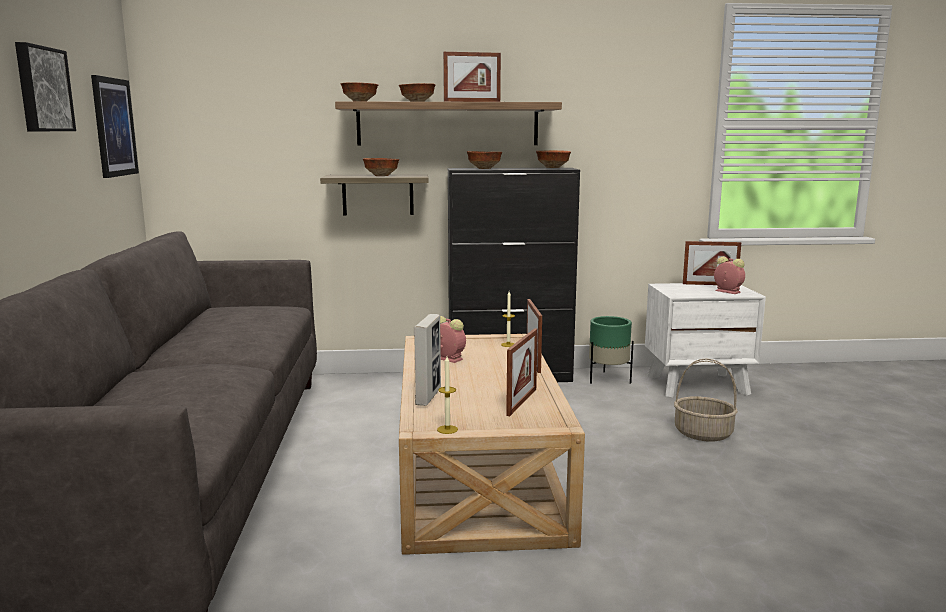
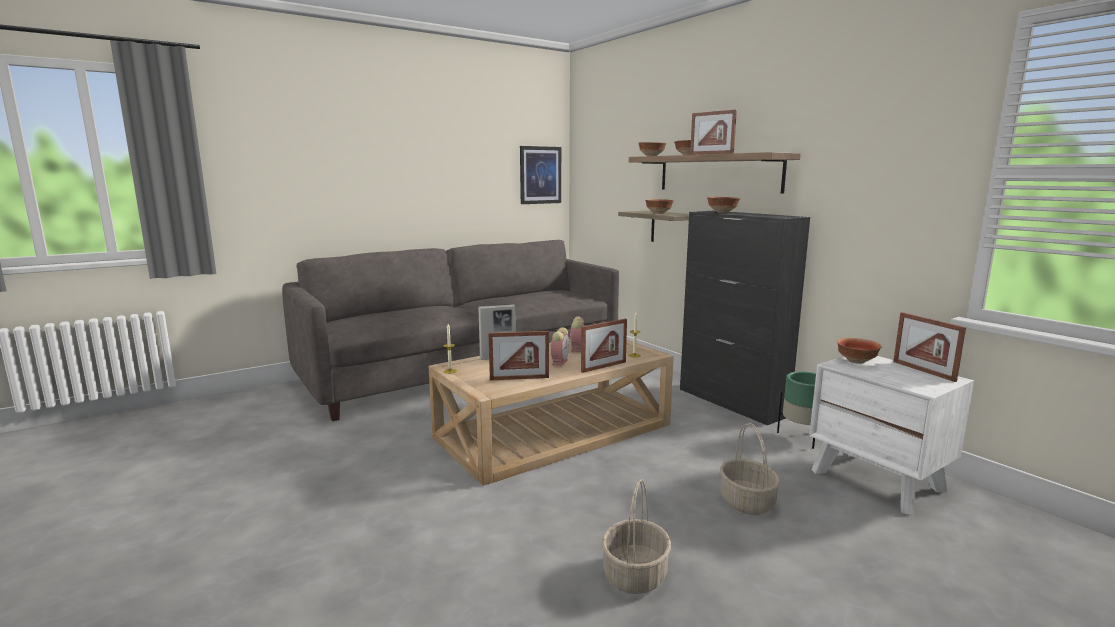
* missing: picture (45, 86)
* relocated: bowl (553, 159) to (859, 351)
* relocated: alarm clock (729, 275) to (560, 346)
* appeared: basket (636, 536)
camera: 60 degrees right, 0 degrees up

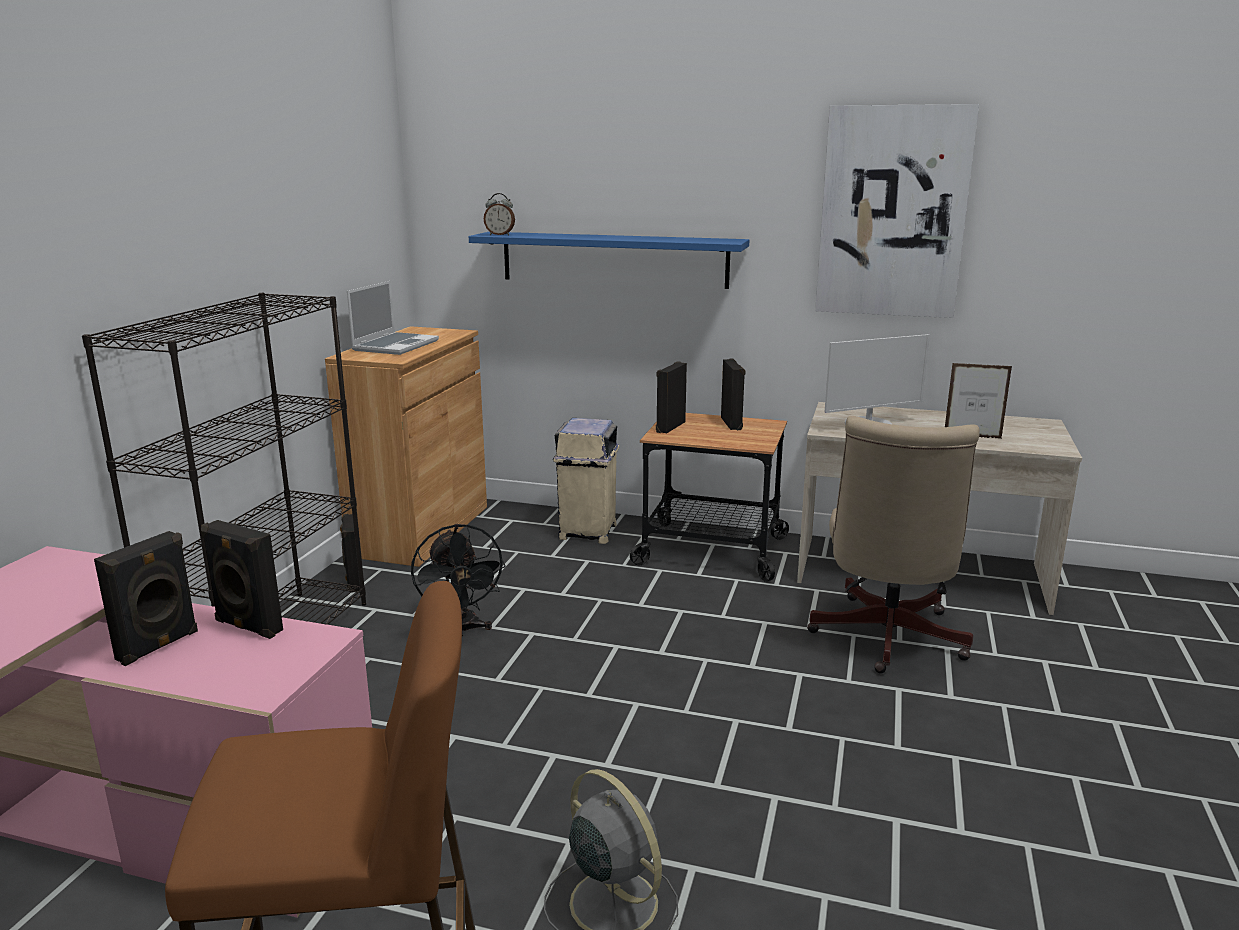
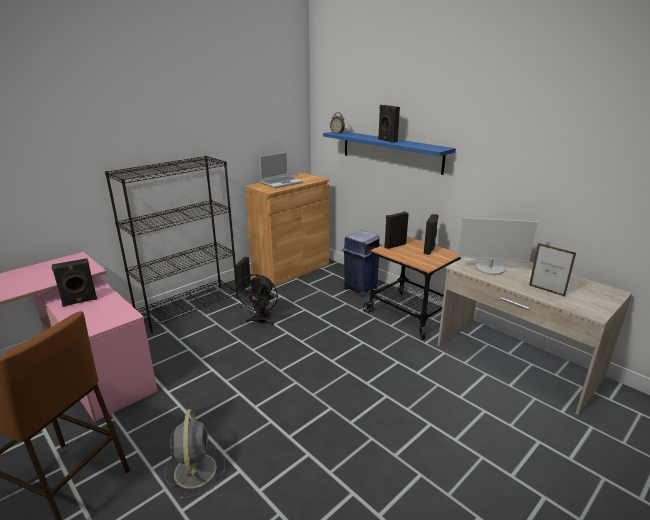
* relocated: speaker (black) (242, 579) to (389, 124)
* colour: trash can (beige) (586, 481) to trash can (blue) (361, 263)
* missing: office chair (beige) (893, 545)
* missing: picture (897, 211)
camera: 30 degrees right, 5 degrees up

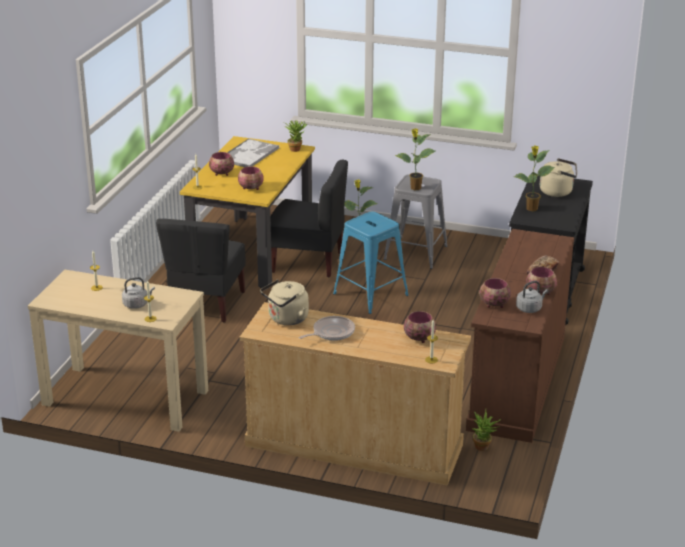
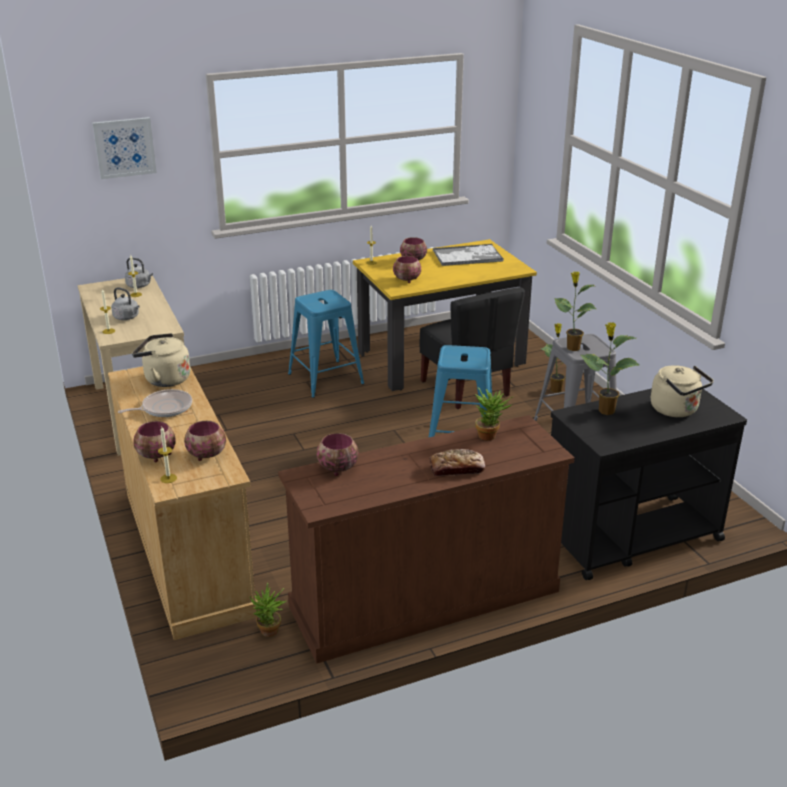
* exchanged: chair (black) (200, 270) to stool (blue) (326, 344)
* relocated: potted plant (295, 136) to (493, 414)
* spun: frying pan (326, 328) = (155, 403) 45 degrees counterclockwise
* relocated: kettle (grey) (532, 297) to (139, 273)
* relocated: bowl (541, 281) to (154, 441)
* appeared: picture (124, 148)
camera: 50 degrees right, 0 degrees up

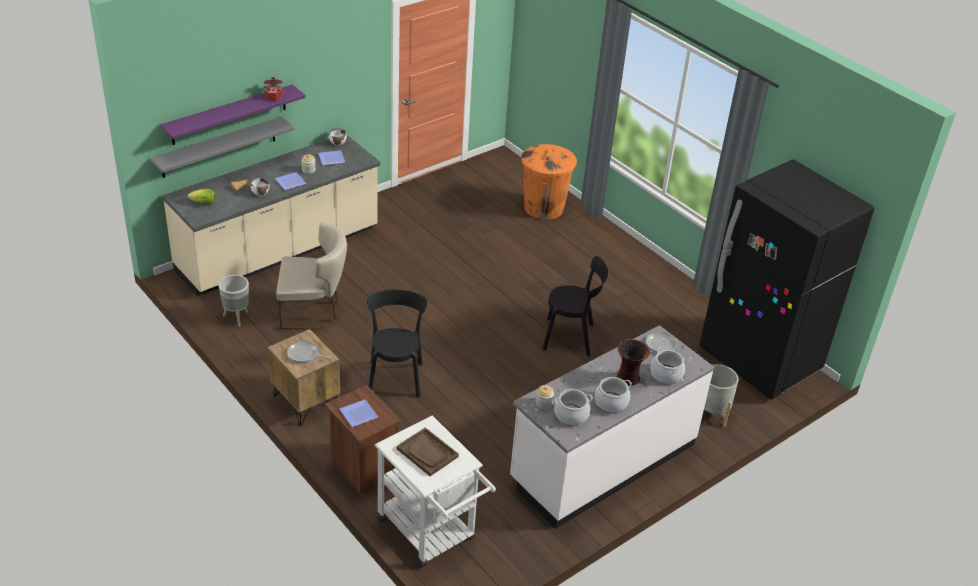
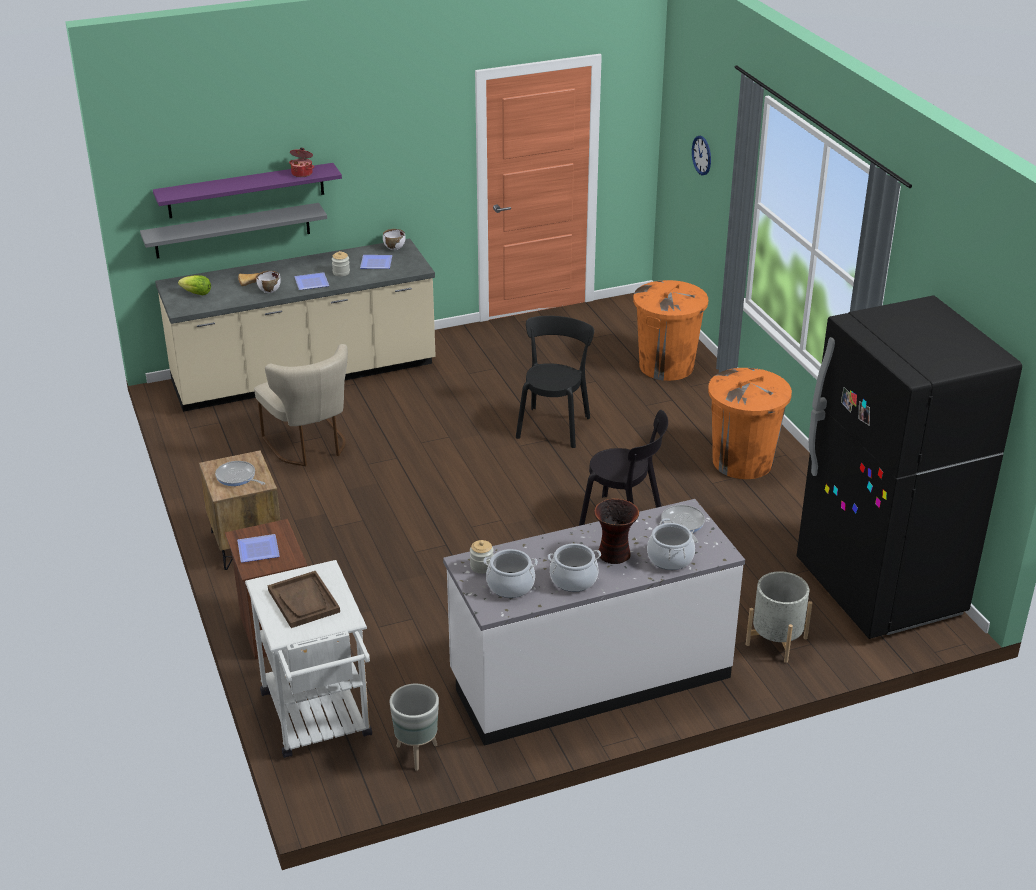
* relocated: planter (grey) (233, 301) to (414, 727)
* spun: chair (beige) (311, 276) = (301, 405) 45 degrees clockwise
* relocated: chair (black) (397, 343) to (555, 382)
* appeared: wall clock (701, 155)
* appeared: trash can (orange) (750, 423)
camera: 20 degrees right, 5 degrees down

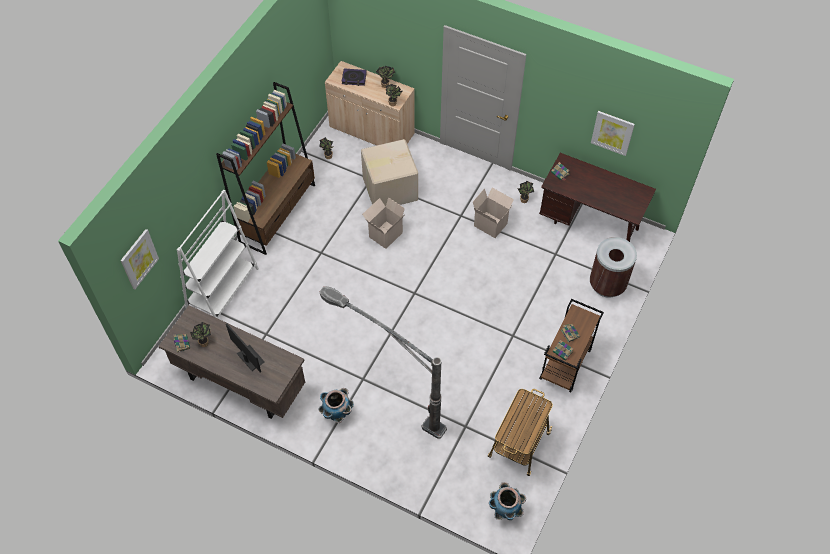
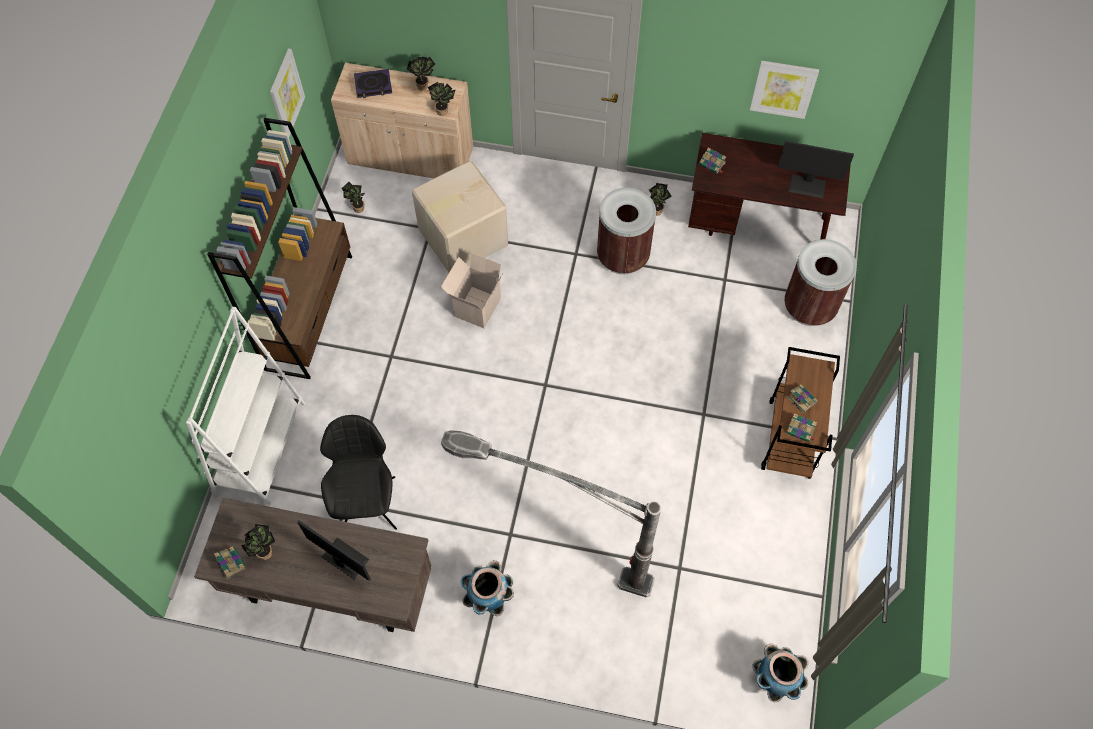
* relocated: picture (140, 259) to (287, 93)
* exchanged: cardboard box (493, 213) to trash can (brown) (626, 231)
* missing: cart (520, 432)
* appeared: chair (black) (358, 472)
* appeared: monitor (816, 169)
camera: 15 degrees left, 5 degrees up

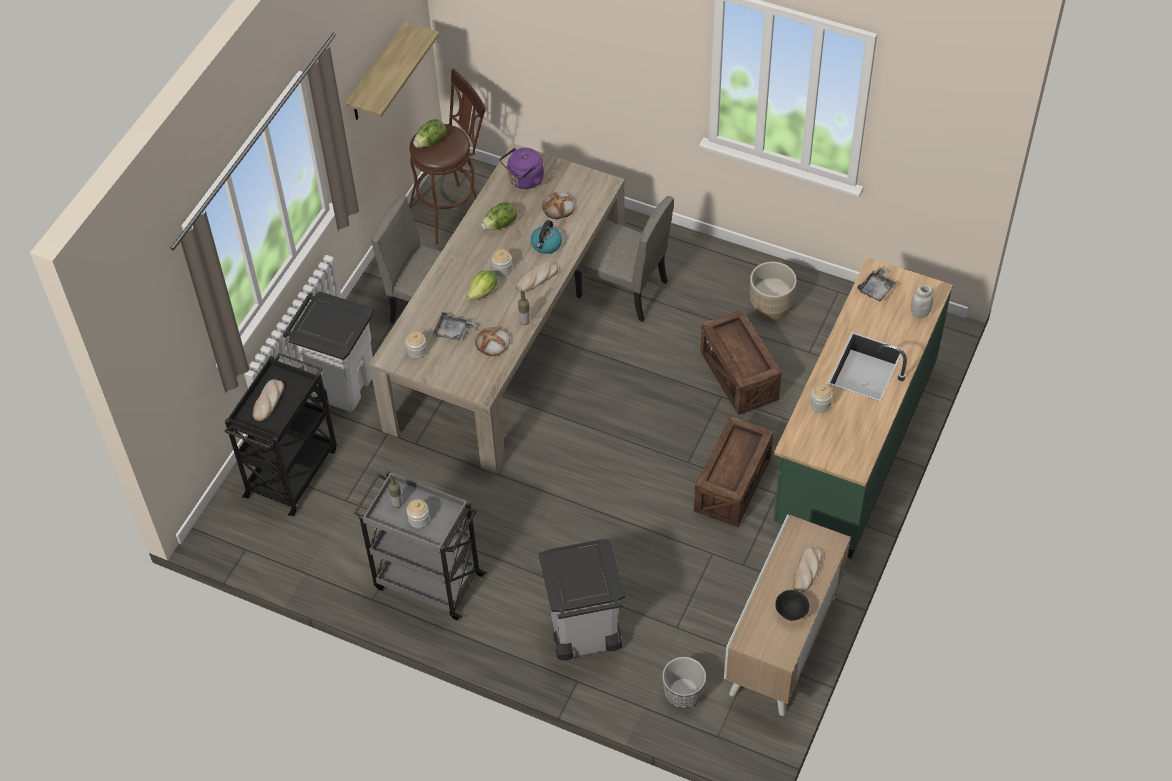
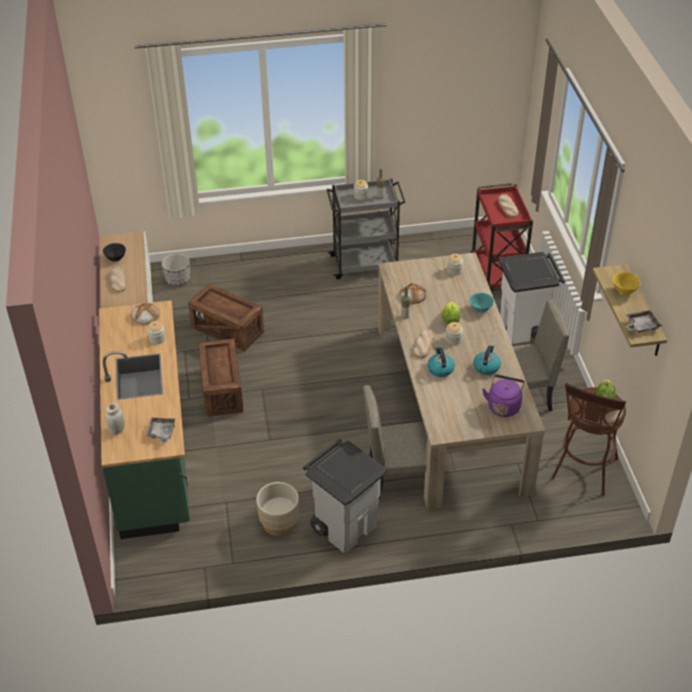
* colour: cart (black) (281, 434) to cart (red) (501, 237)
* relocated: tray (grey) (454, 326) to (644, 321)
* exchanged: lettuce (499, 216) to kettle (487, 360)
* relocated: trash can (grey) (582, 599) to (345, 496)
* relocated: bread (558, 205) to (145, 314)
* relocated: crate (741, 362) to (226, 317)
* appeared: bowl (turquoise) (481, 303)
* appeared: bowl (yellow) (626, 283)
camera: 145 degrees right, 10 degrees down

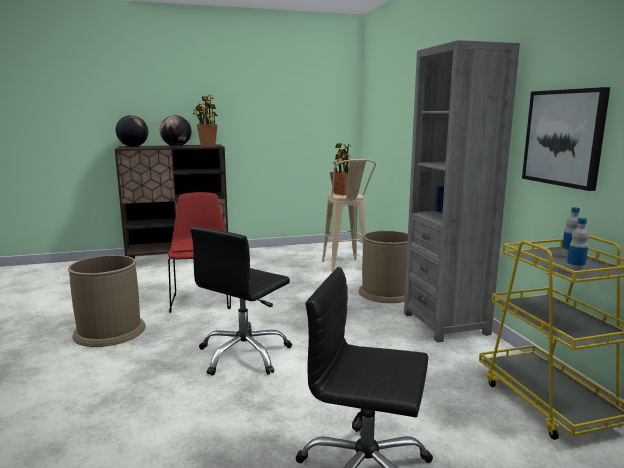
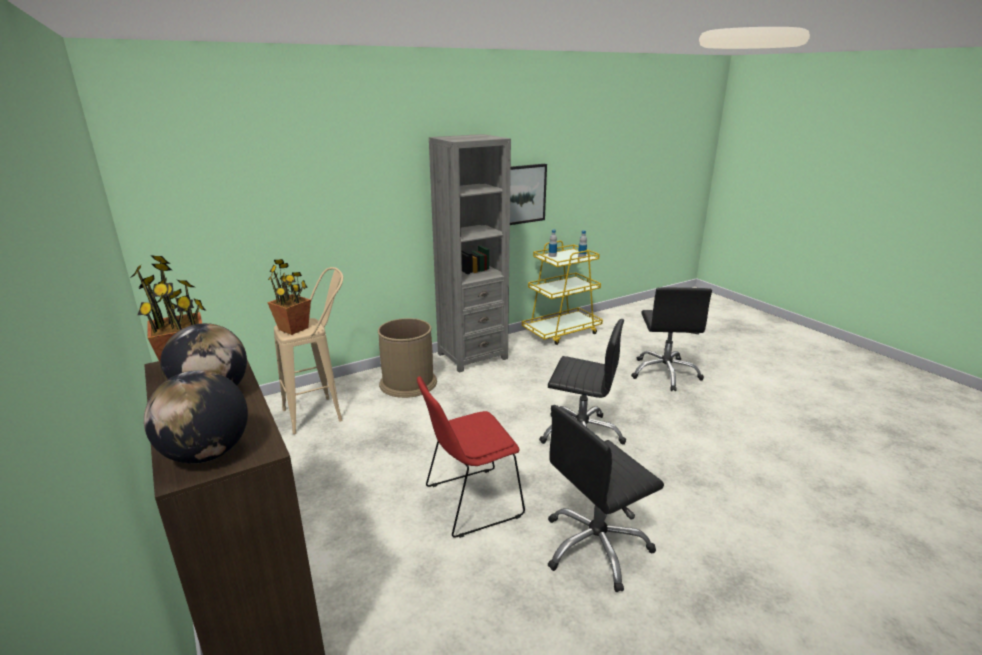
* exchanged: trash can (brown) (107, 301) to office chair (black) (605, 498)
camera: 105 degrees left, 10 degrees up

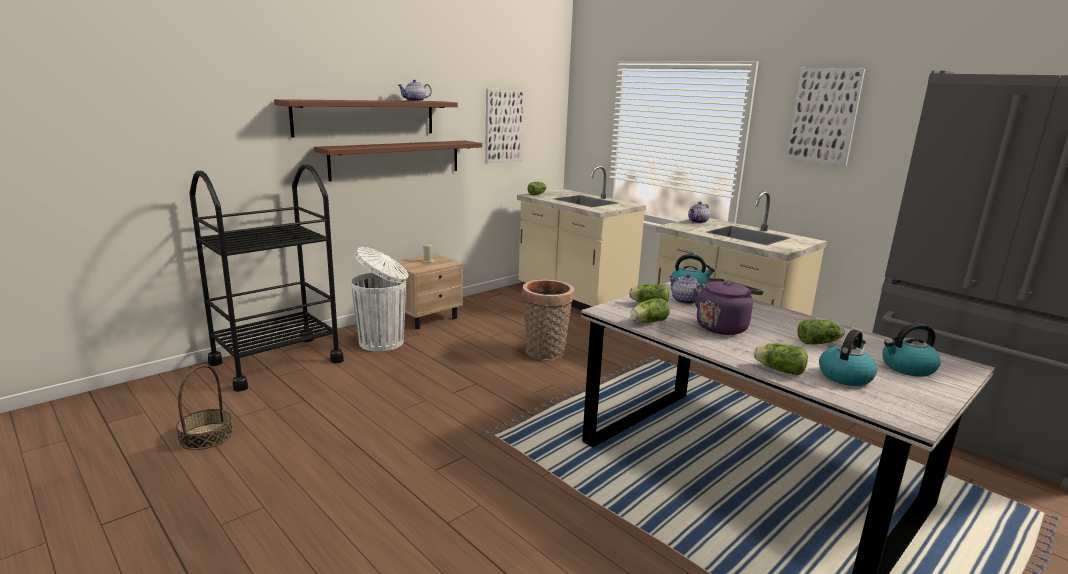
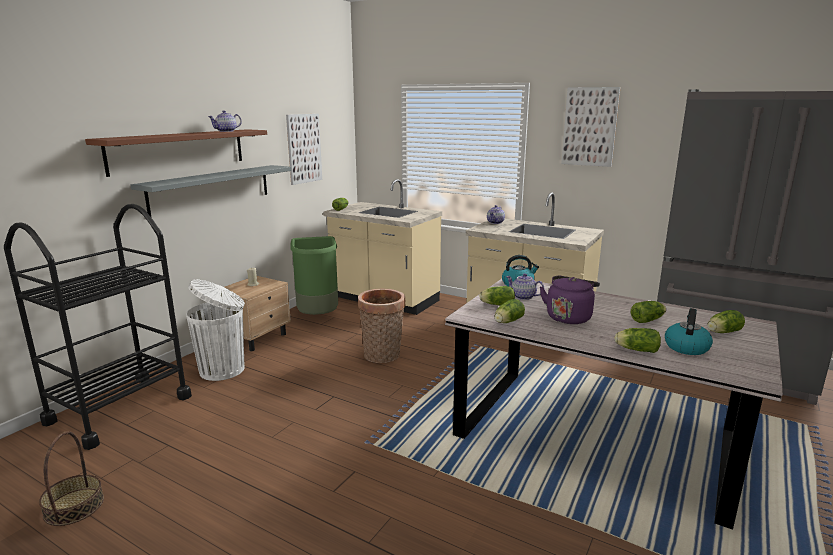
* colour: shelf (brown) (398, 161) to shelf (grey) (211, 191)
* exchanged: kettle (911, 350) to lettuce (726, 321)
* appeared: trash can (green) (314, 275)
camera: 15 degrees left, 0 degrees up

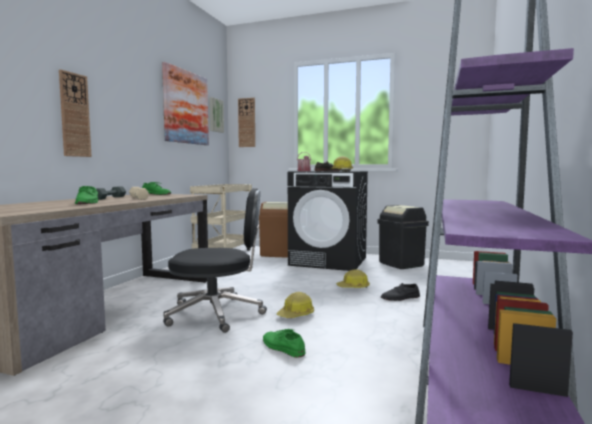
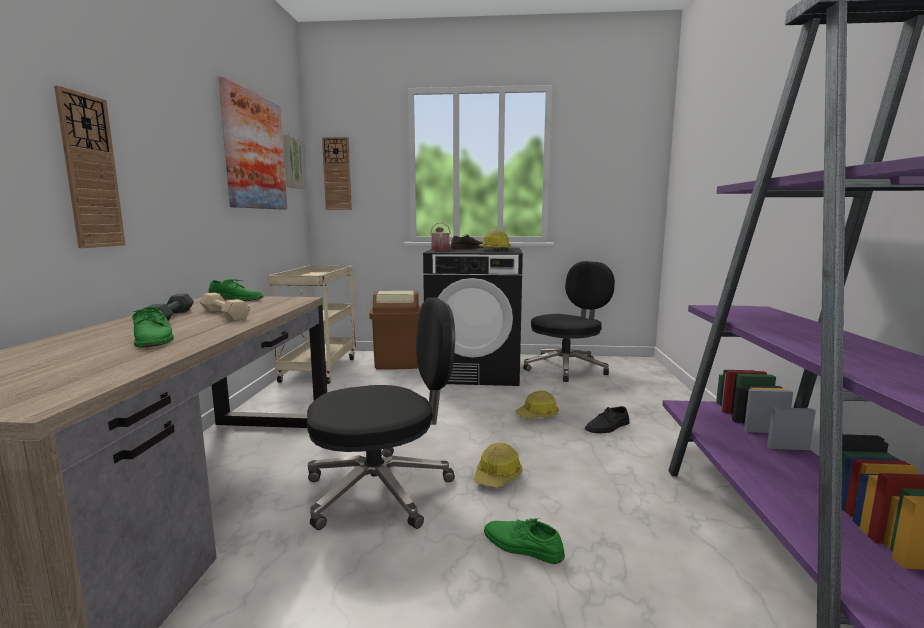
* exchanged: trash can (black) (403, 237) to office chair (black) (569, 321)
camera: 15 degrees left, 5 degrees up

